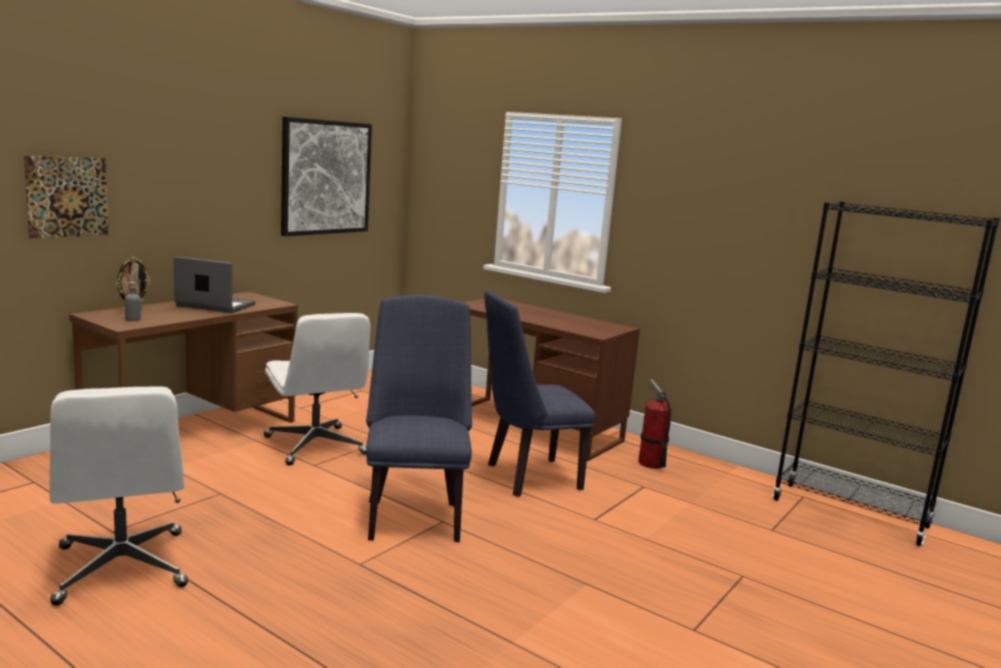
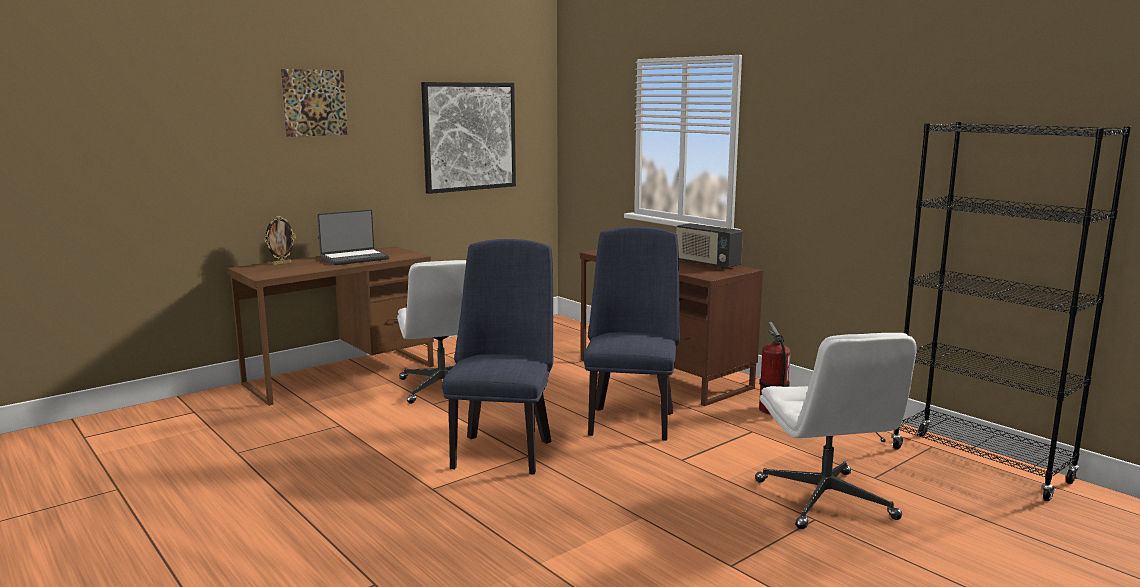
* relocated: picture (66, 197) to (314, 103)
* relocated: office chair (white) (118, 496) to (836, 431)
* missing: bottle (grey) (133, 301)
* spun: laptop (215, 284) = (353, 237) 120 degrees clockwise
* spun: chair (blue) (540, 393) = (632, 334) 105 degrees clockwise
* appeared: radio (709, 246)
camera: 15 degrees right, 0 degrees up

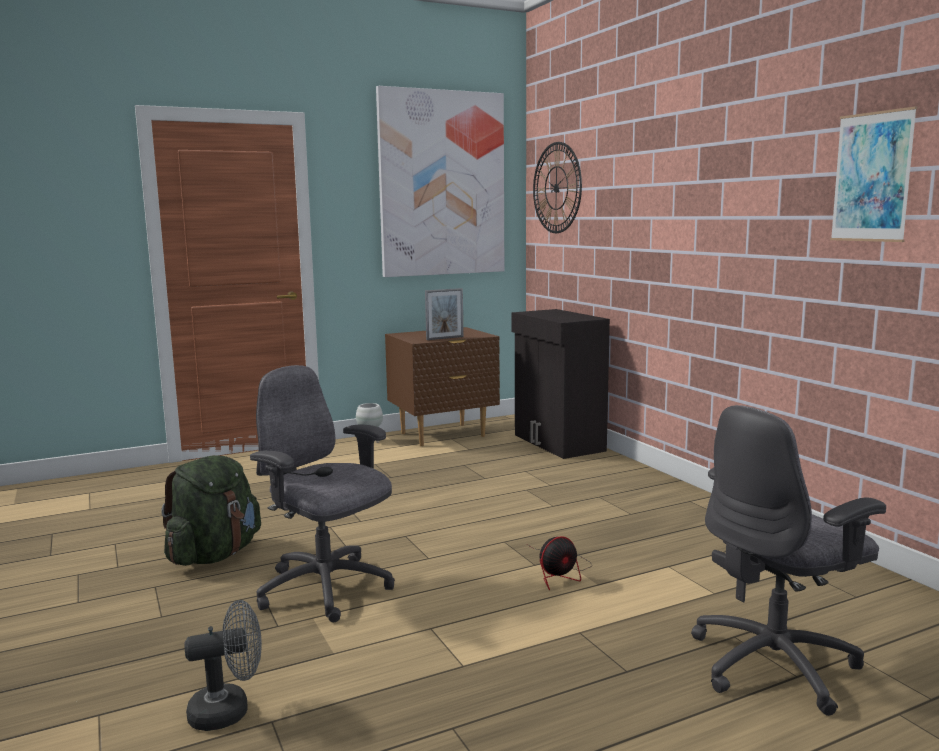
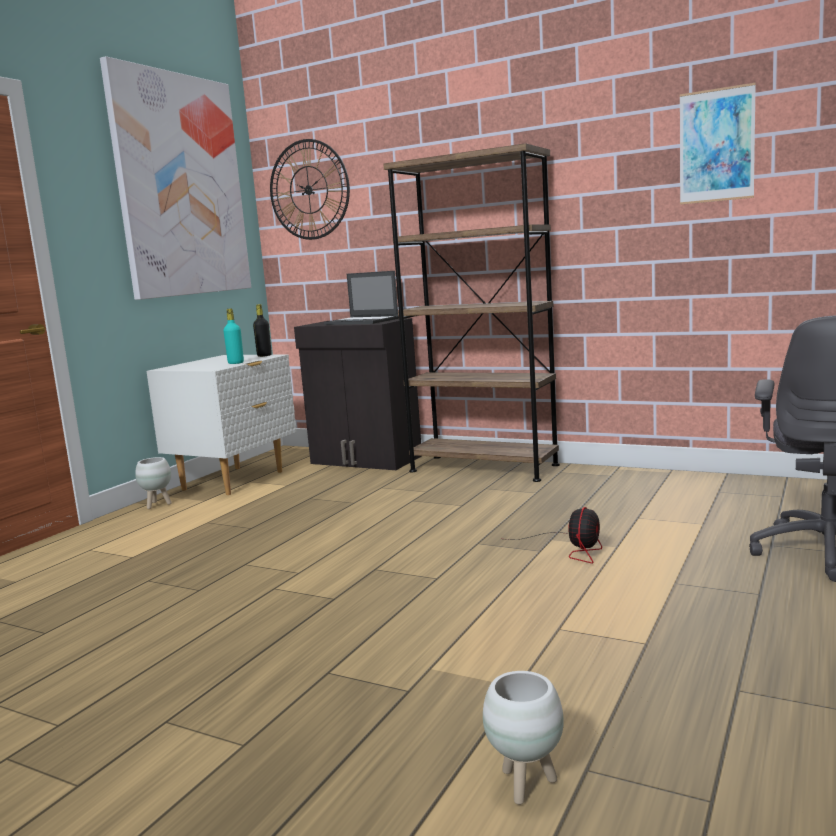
* missing: backpack (green) (211, 510)
* exchanged: fan (grey) (223, 665) to planter (white) (523, 738)
* missing: office chair (grey) (322, 493)
* colour: nightstand (brown) (442, 386) to nightstand (white) (221, 424)
* exchanged: picture frame (444, 314) to bottle (turquoise) (233, 336)
* appeared: bottle (black) (262, 330)
* appeared: laptop (361, 298)
* appeared: bookcase (brown) (471, 312)
camera: 35 degrees left, 0 degrees up

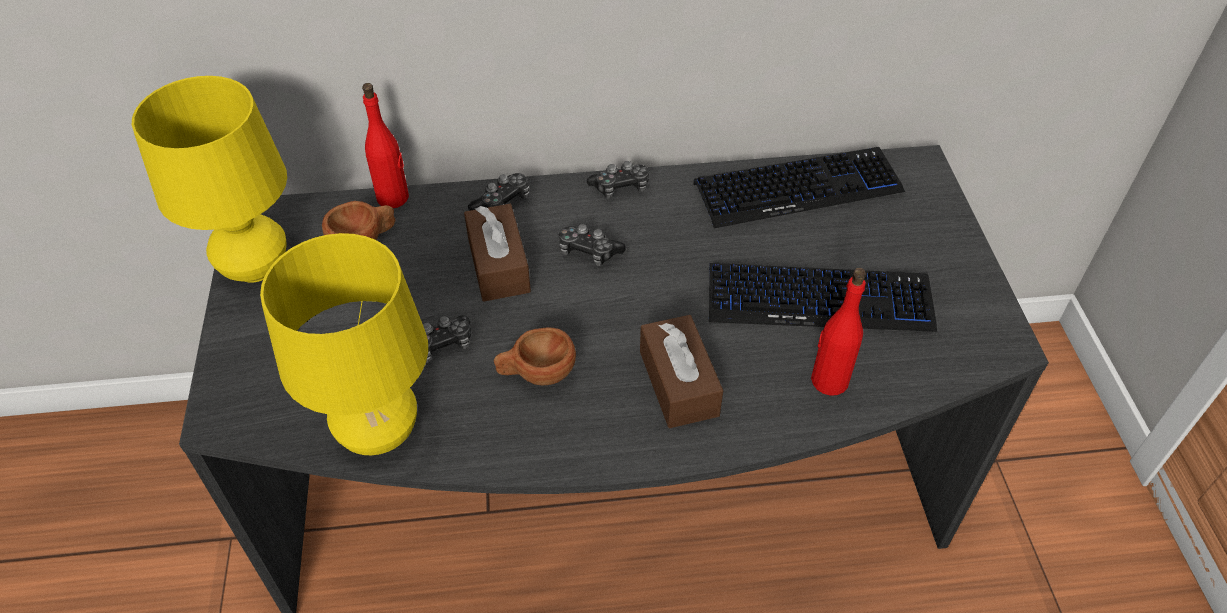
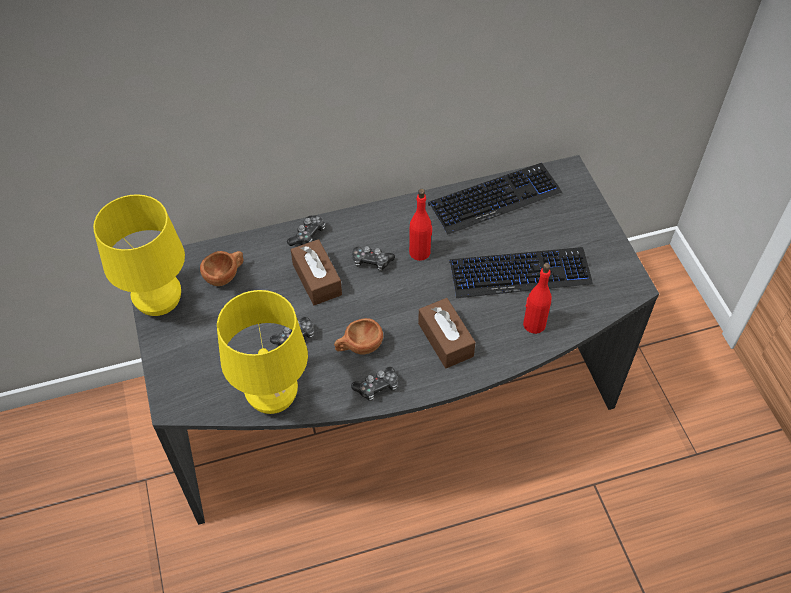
* relocated: bottle (red) (385, 145) to (420, 225)
* relocated: game controller (618, 180) to (374, 384)
camera: 10 degrees left, 5 degrees up

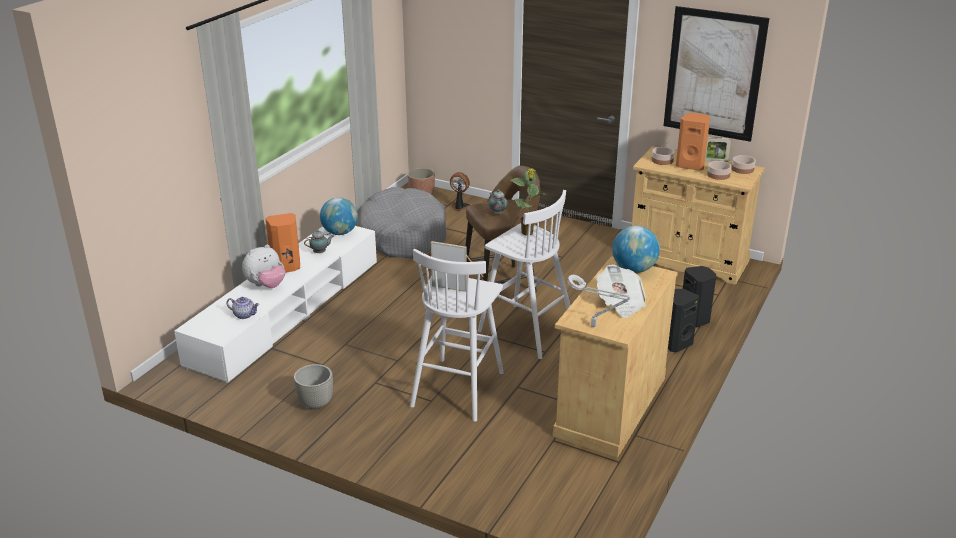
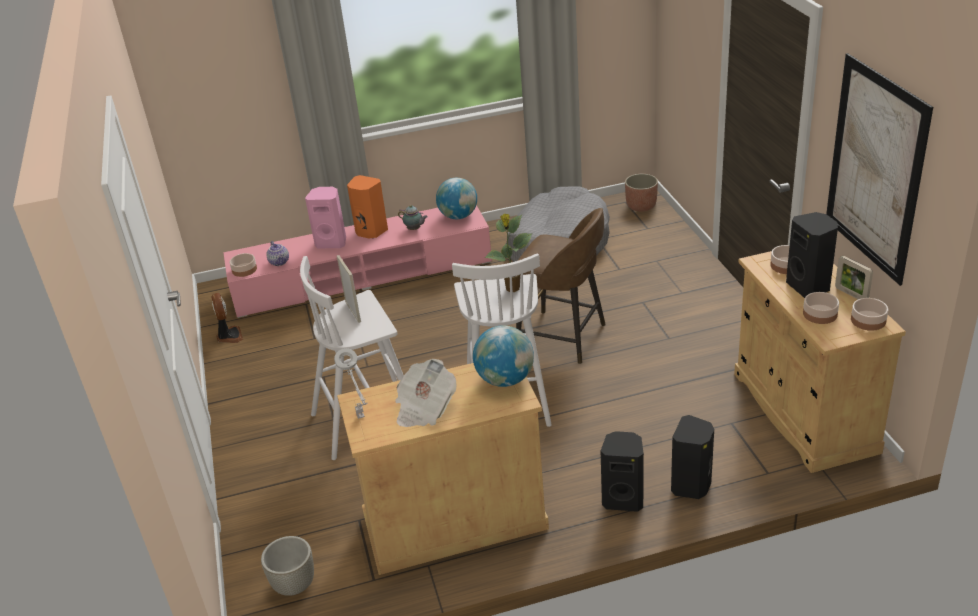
* colour: tv stand (white) (275, 305) to tv stand (pink) (357, 261)
* exchanged: plush toy (263, 266) to speaker (pink) (325, 217)
* relocated: planter (grey) (313, 386) to (287, 566)
* relocated: fan (460, 191) to (227, 318)
* missing: teapot (498, 202)
* colour: speaker (orange) (693, 142) to speaker (black) (812, 255)
* appeared: bowl (243, 265)
camera: 50 degrees right, 5 degrees up

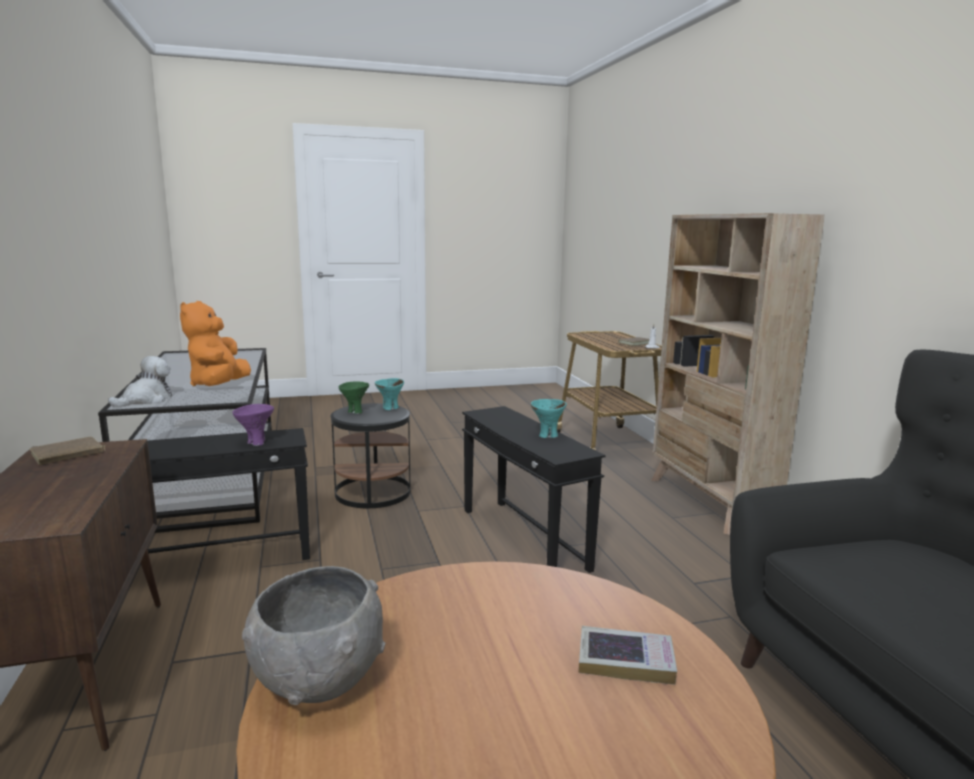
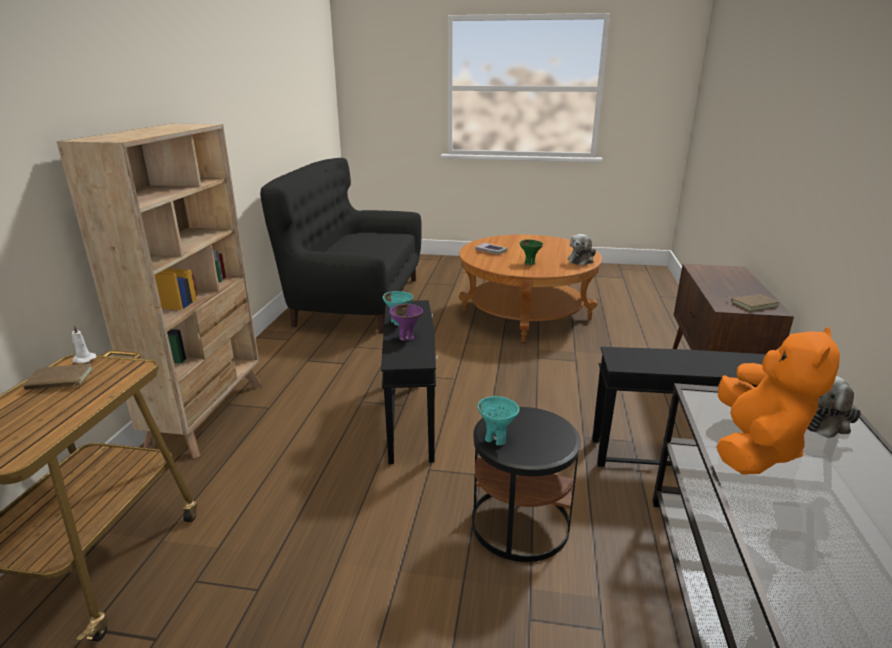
* relocated: bowl (purple) (253, 425) to (406, 322)
* exchanged: bowl (grey) (313, 635) to plush toy (582, 250)
* relocated: bowl (green) (354, 398) to (531, 252)
camera: 155 degrees left, 10 degrees up

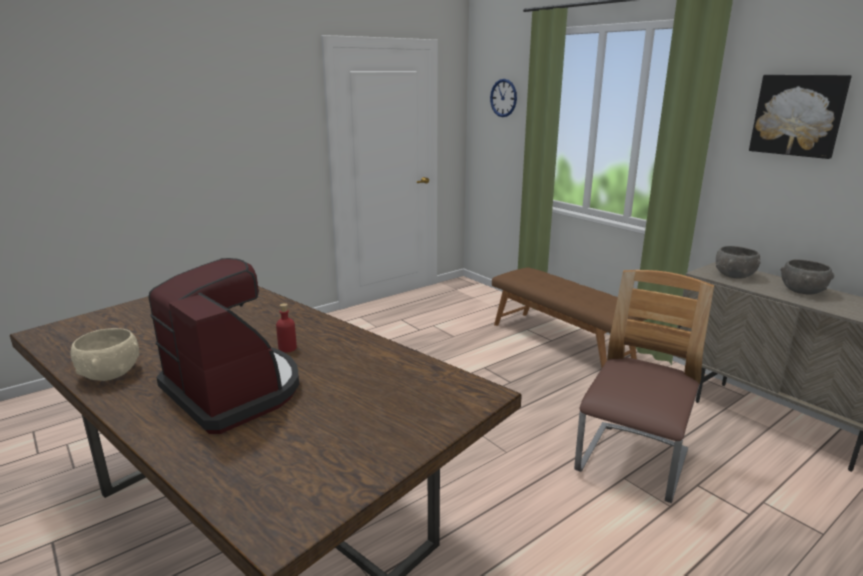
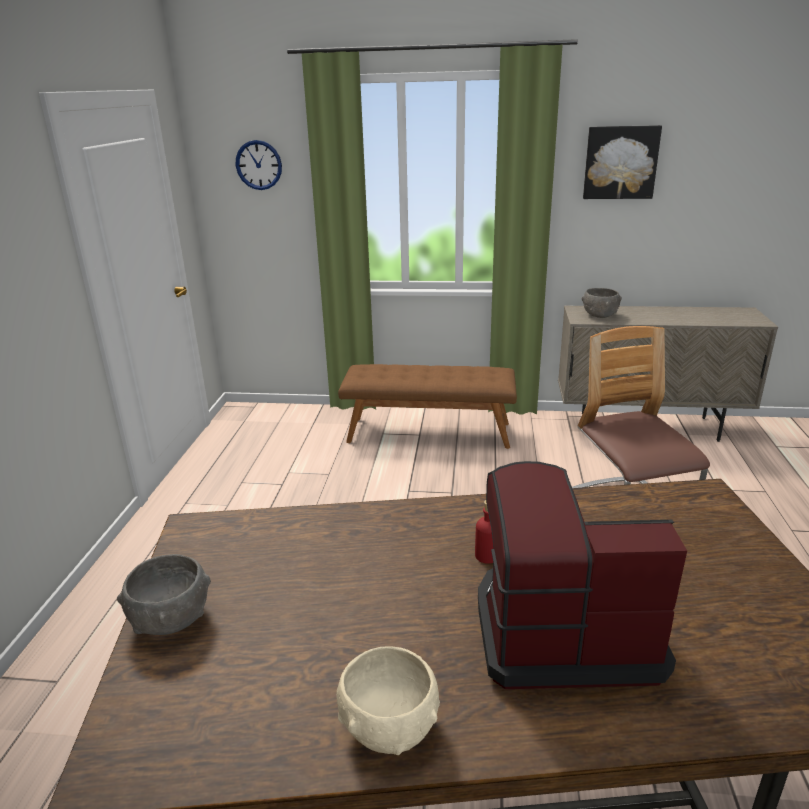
* relocated: bowl (grey) (808, 277) to (164, 594)
camera: 45 degrees left, 5 degrees up

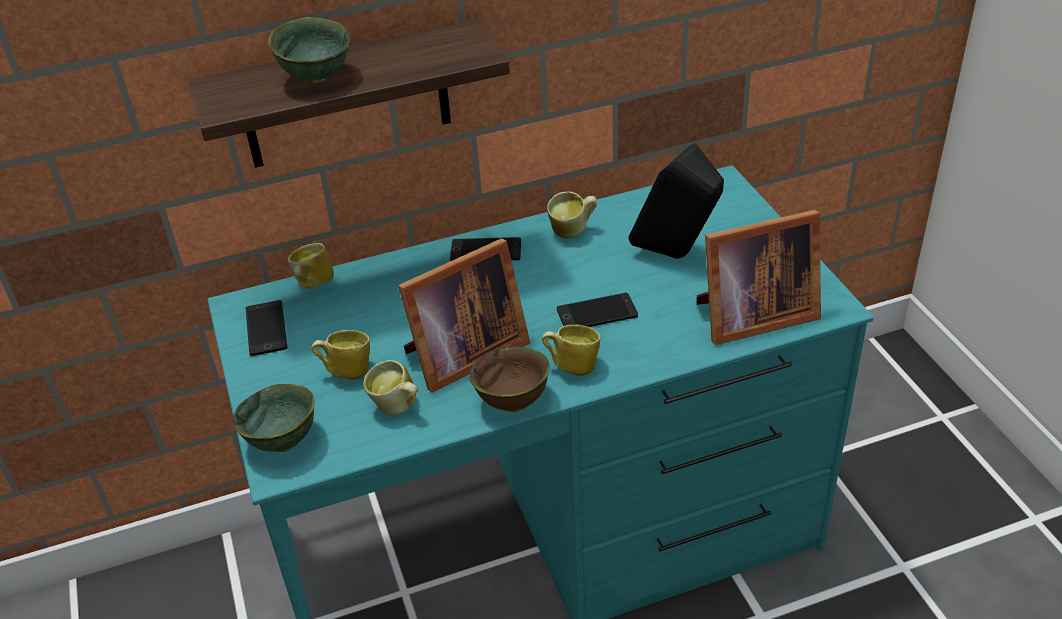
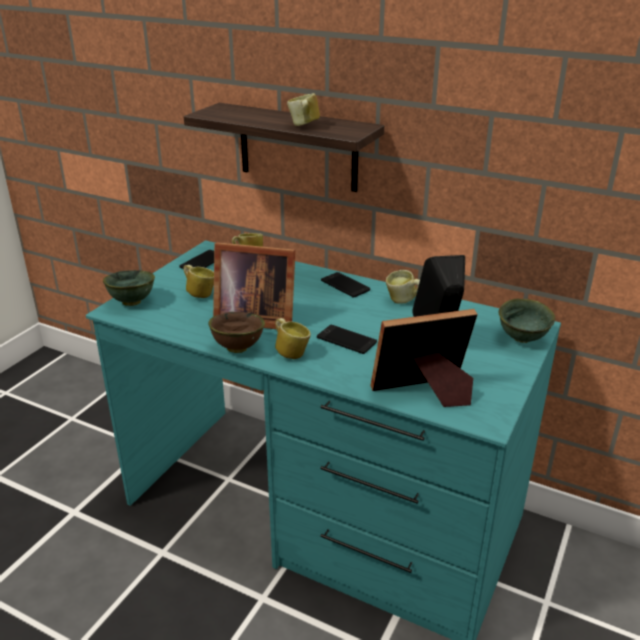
* relocated: bowl (green) (309, 50) to (527, 321)
* relocated: mug (390, 387) to (303, 109)
* spun: picture frame (759, 277) = (423, 358) 135 degrees clockwise
camera: 45 degrees right, 10 degrees down

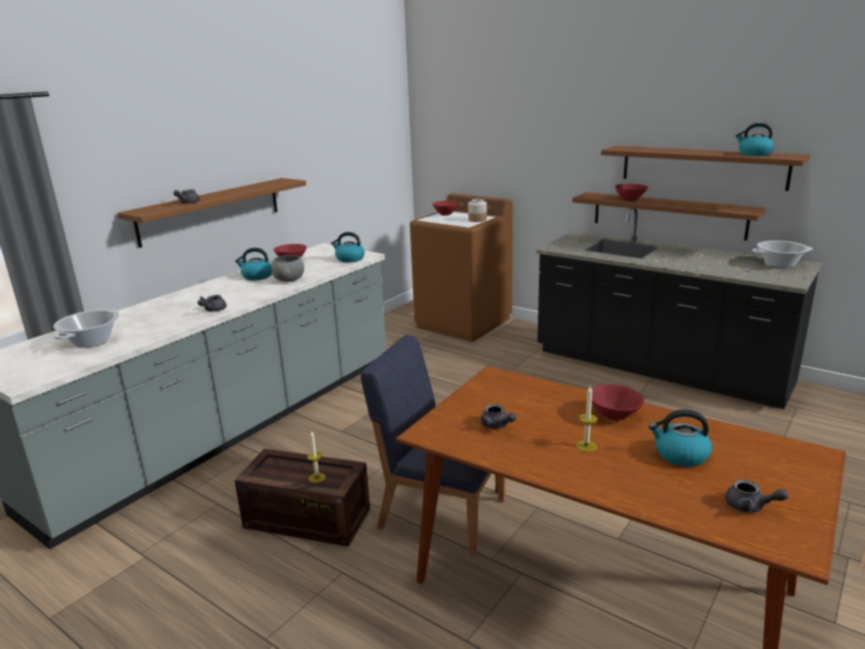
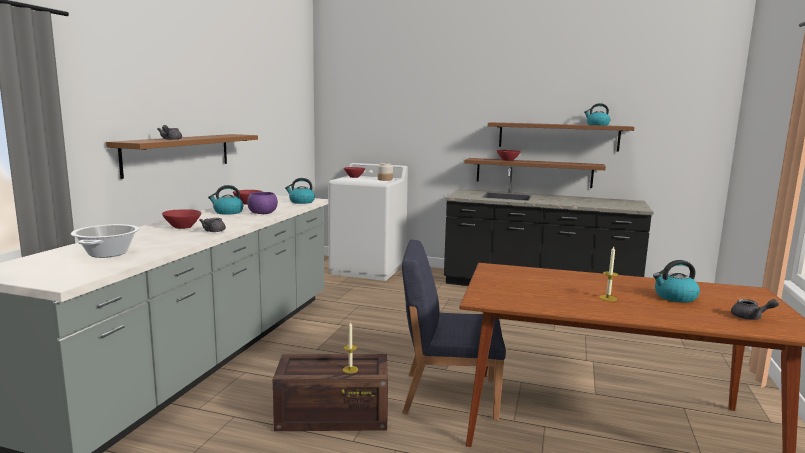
* colour: bowl (grey) (287, 268) to bowl (purple) (262, 203)
* colour: washing machine (brown) (461, 267) to washing machine (white) (368, 222)
* missing: teapot (grey) (498, 416)
* relocated: bowl (red) (618, 402) to (181, 219)
* missing: cooking pot (782, 254)
camera: 20 degrees left, 10 degrees down

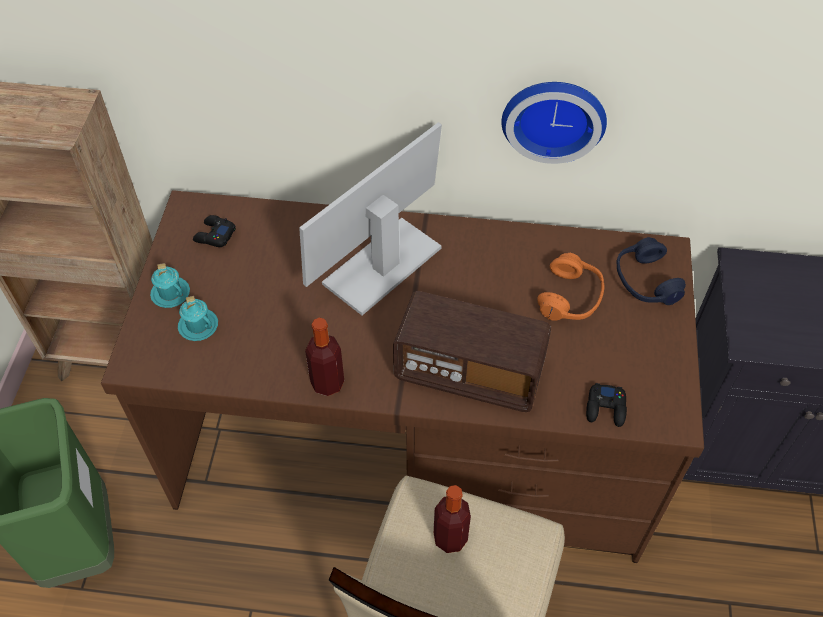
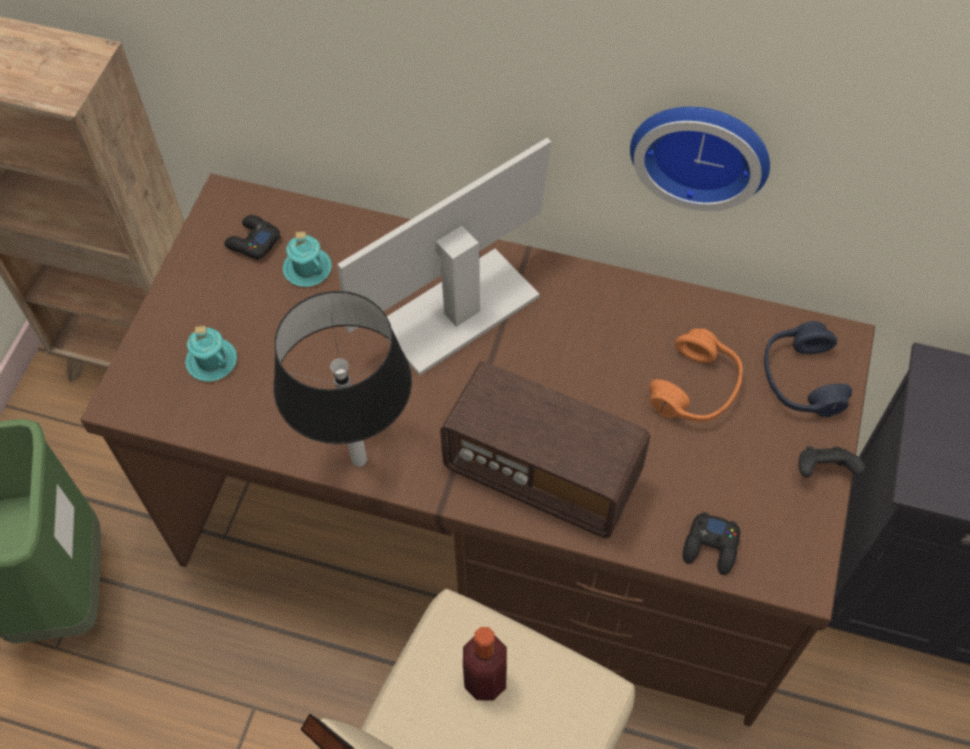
* relocated: mug (turquoise) (170, 285) to (307, 259)
* exchanged: bottle (324, 357) to table lamp (black) (343, 379)
* appeared: game controller (black) (831, 462)
camera: 10 degrees right, 5 degrees up

